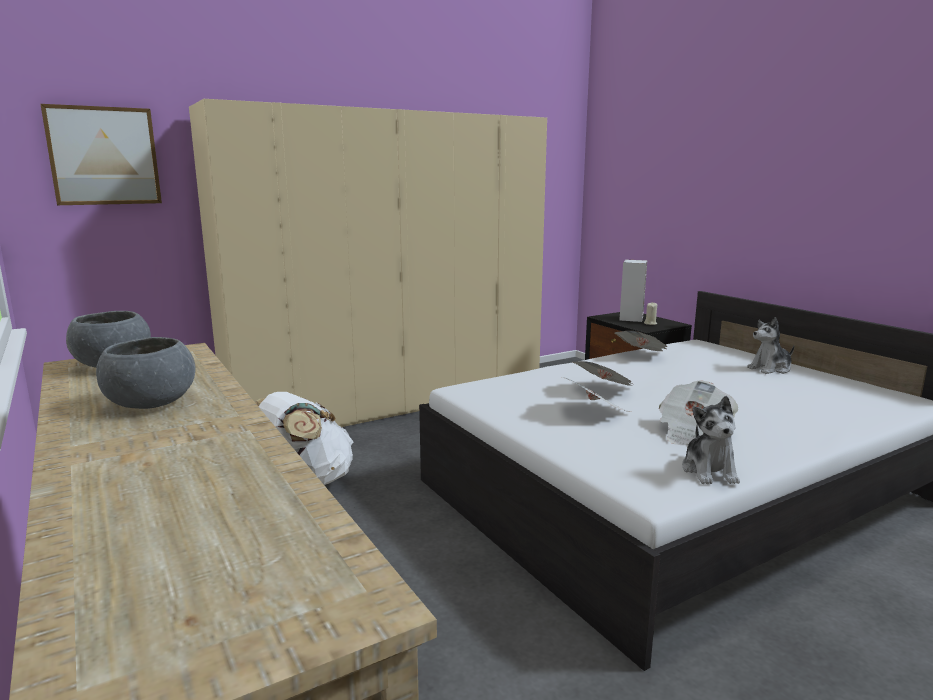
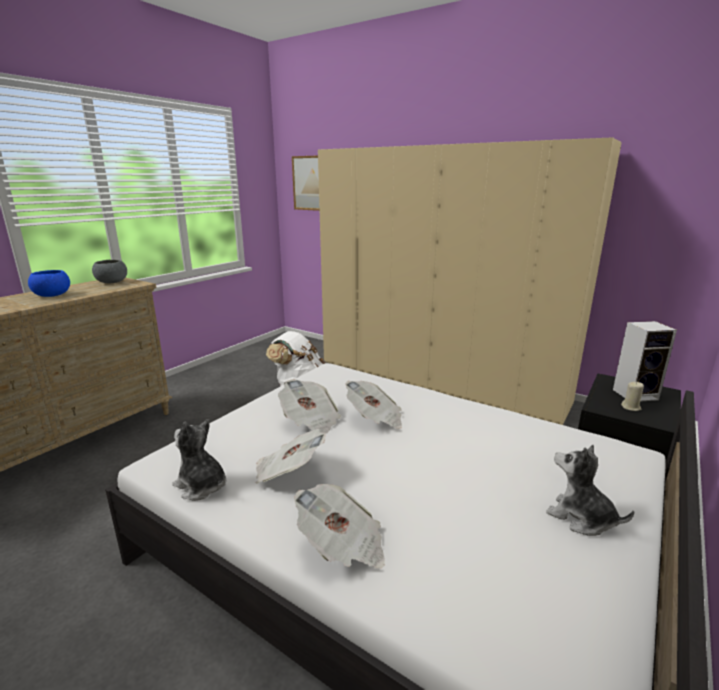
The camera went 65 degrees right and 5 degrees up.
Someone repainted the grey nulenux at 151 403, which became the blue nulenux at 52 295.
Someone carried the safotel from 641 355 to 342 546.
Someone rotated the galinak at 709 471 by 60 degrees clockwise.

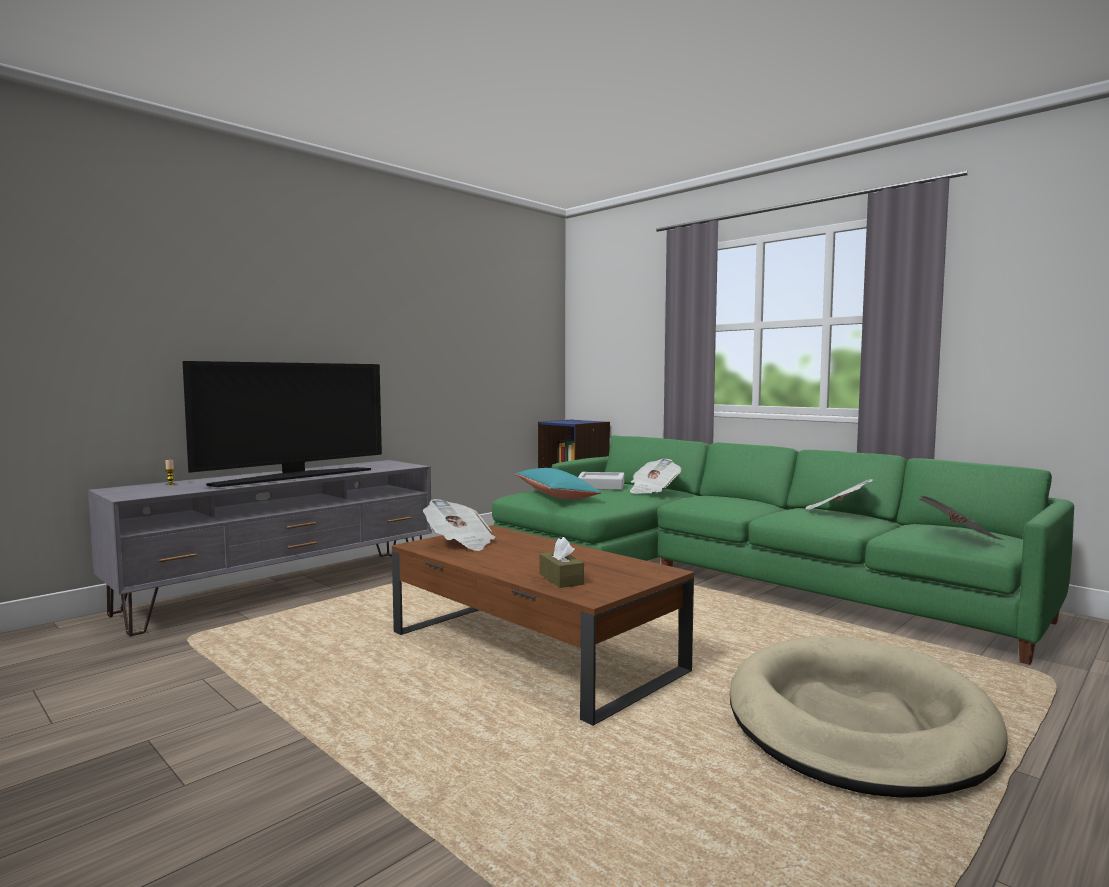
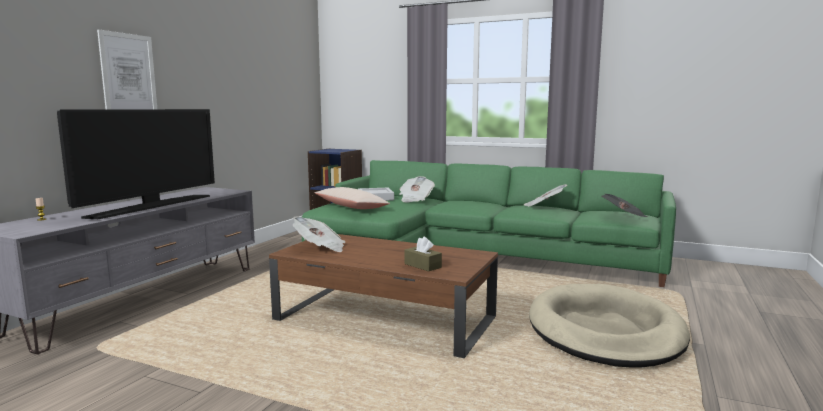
The camera went 20 degrees left and 5 degrees up.
Someone repainted the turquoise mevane at 556 495, which became the beige mevane at 351 207.
Someone put up the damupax at 128 75.

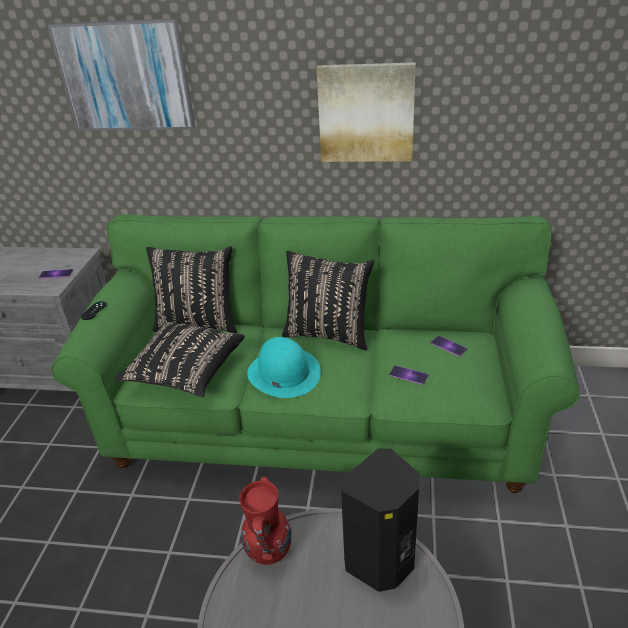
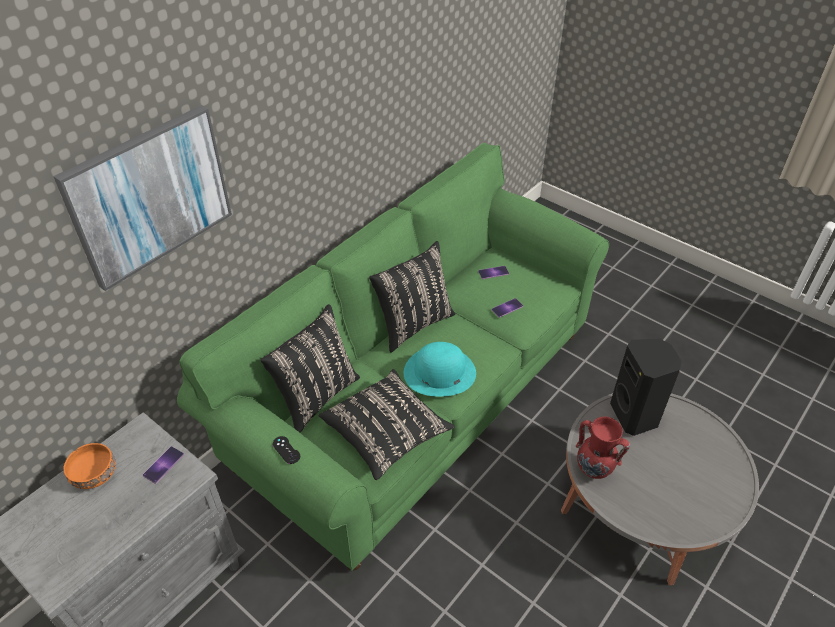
The camera went 60 degrees left and 10 degrees up.
Someone took away the damupax at 366 113.
Someone put down the orange nulenux at 94 475.

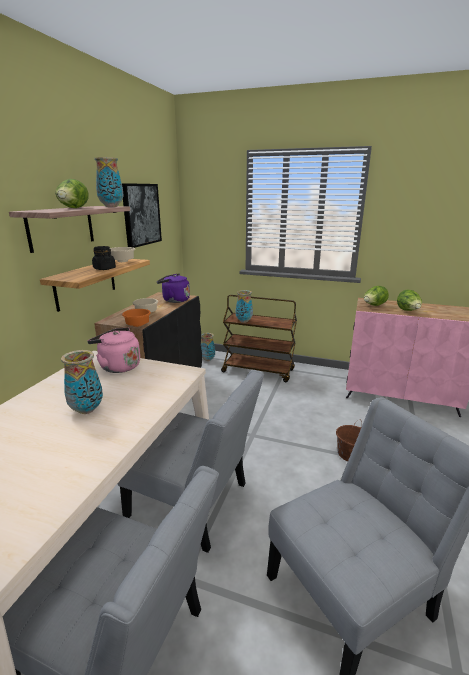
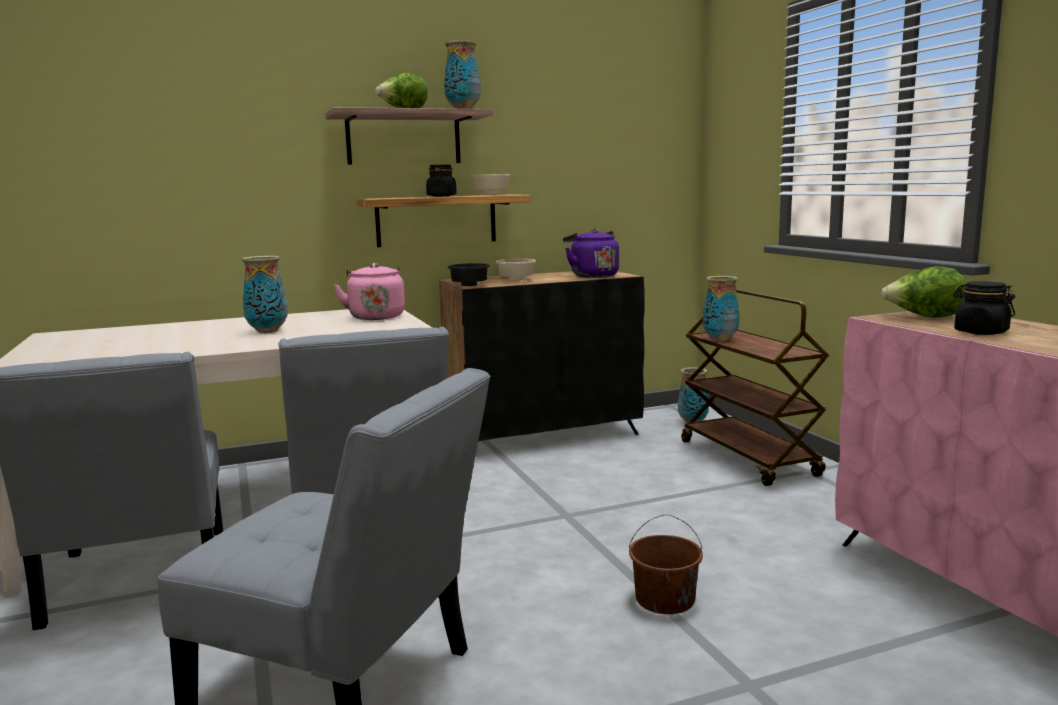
The camera went 50 degrees right and 10 degrees down.
Someone took away the damupax at 141 214.
Someone repainted the orange nulenux at 138 325, which became the black nulenux at 469 286.
Someone swapped the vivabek at 408 311 for the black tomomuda at 981 332.

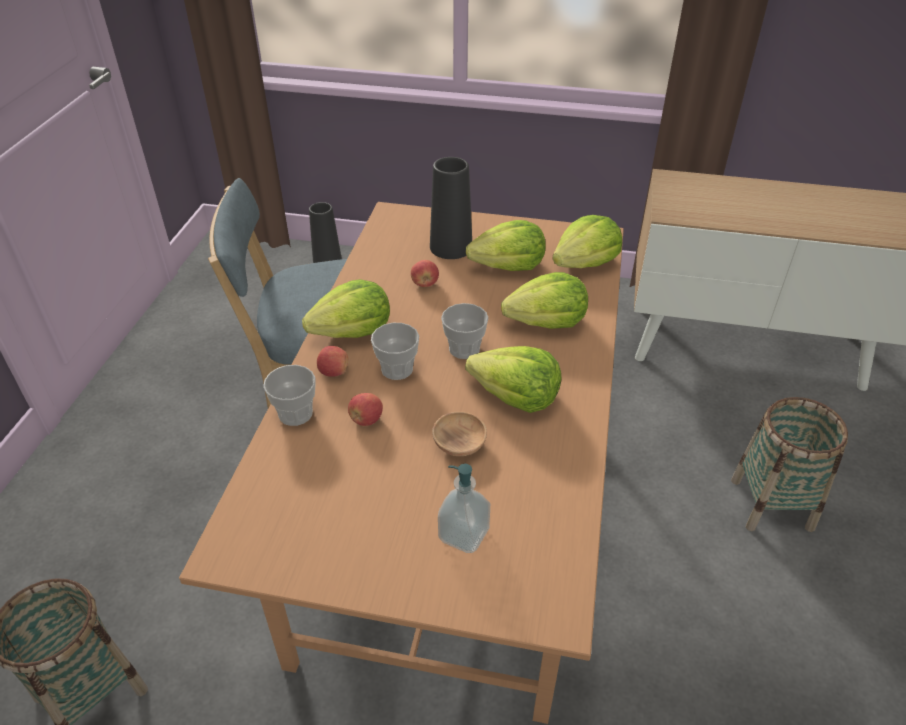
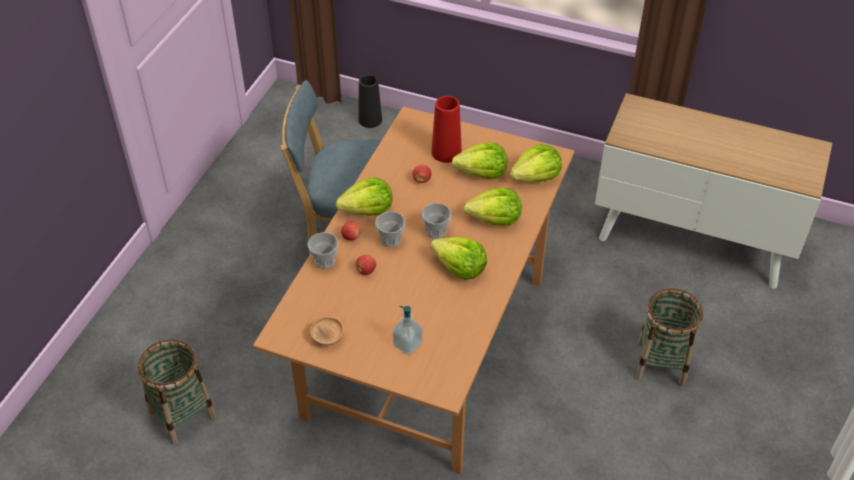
The camera went 10 degrees right and 5 degrees up.
Someone repainted the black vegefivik at 451 247, which became the red vegefivik at 446 152.
Someone carried the brown nulenux from 459 444 to 327 337.

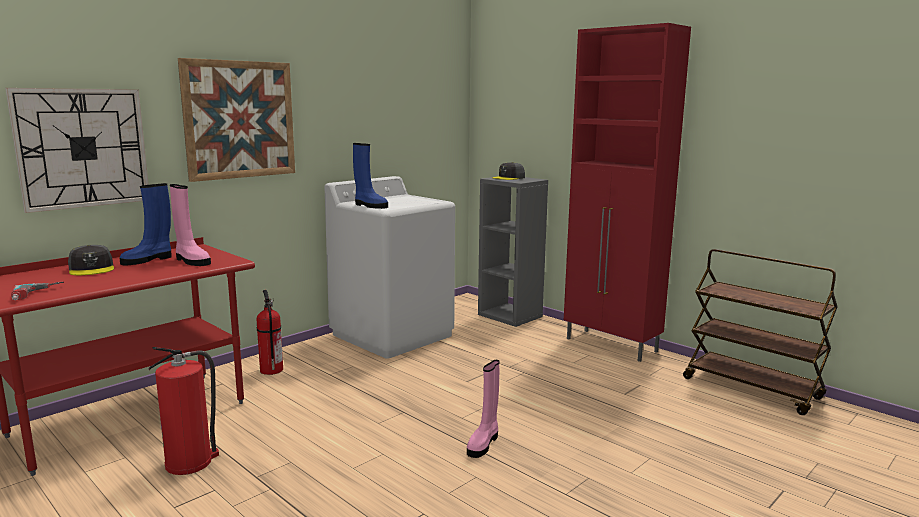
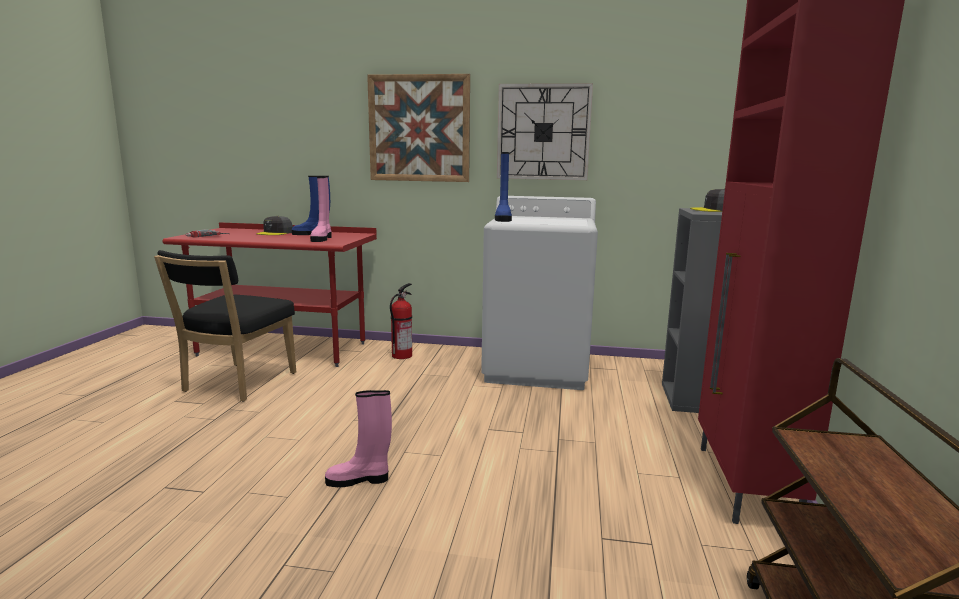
The camera went 55 degrees right and 0 degrees up.
Someone carried the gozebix from 82 148 to 543 132.
Someone swapped the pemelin at 190 462 for the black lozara at 236 384.

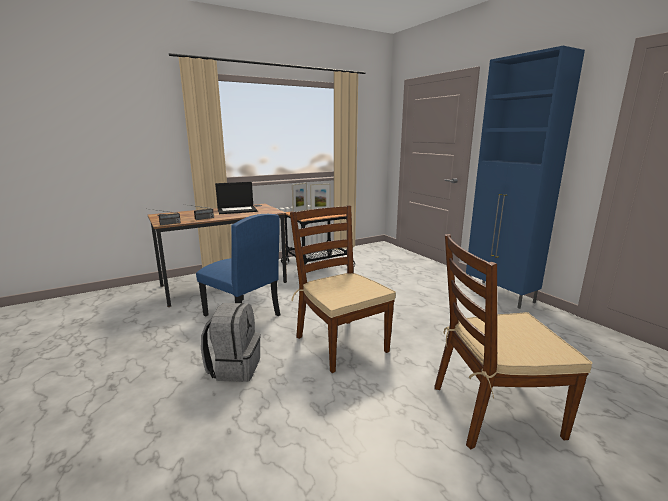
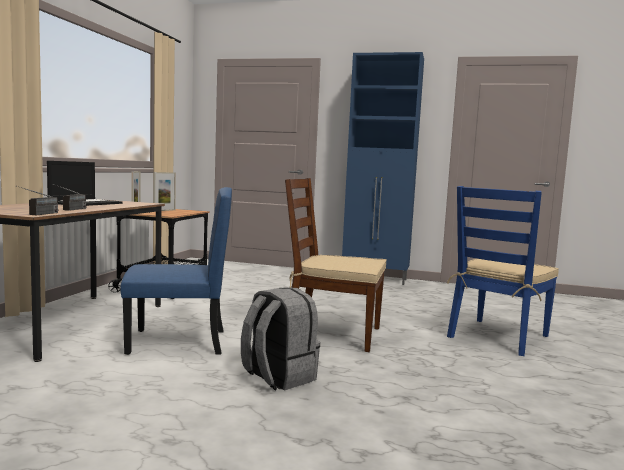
The camera went 45 degrees left and 10 degrees down.
Someone repainted the brown lozara at 493 411, which became the blue lozara at 498 336.

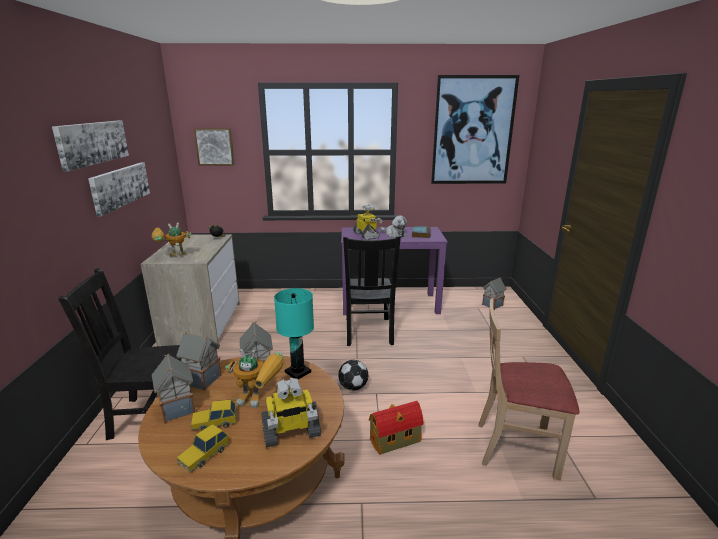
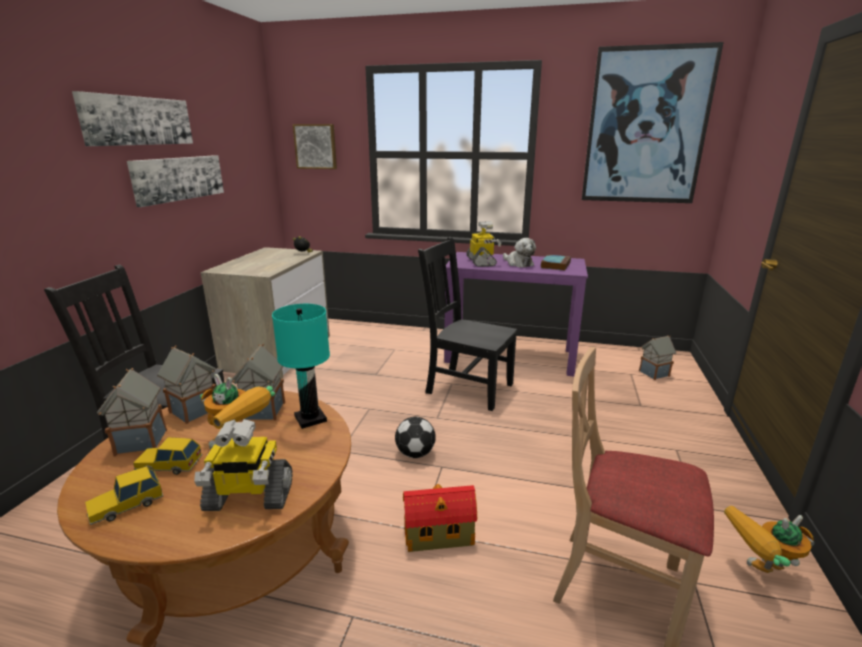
The camera went 15 degrees right and 0 degrees up.
Someone carried the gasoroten from 172 258 to 759 575.
Someone rotated the black lozara at 368 332 by 105 degrees clockwise.

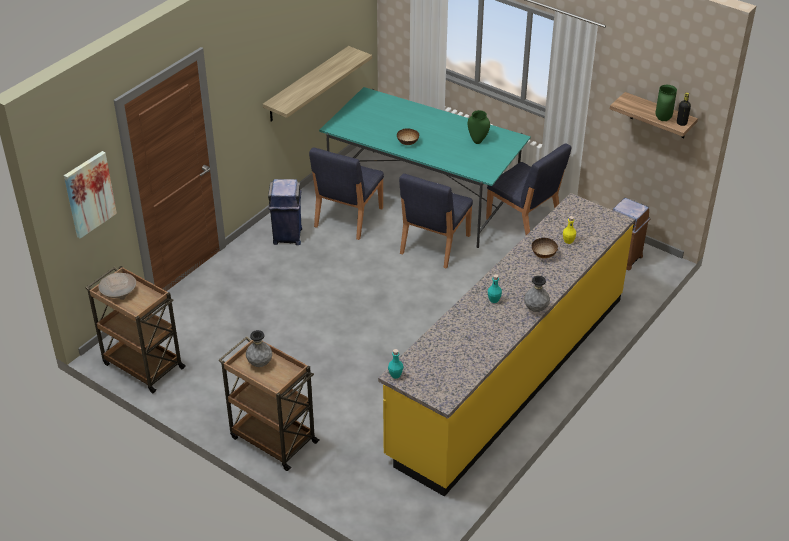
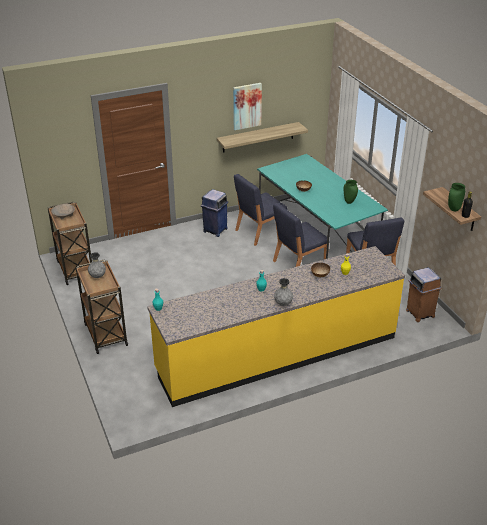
The camera went 30 degrees right and 5 degrees down.
Someone carried the damupax from 89 194 to 247 106.

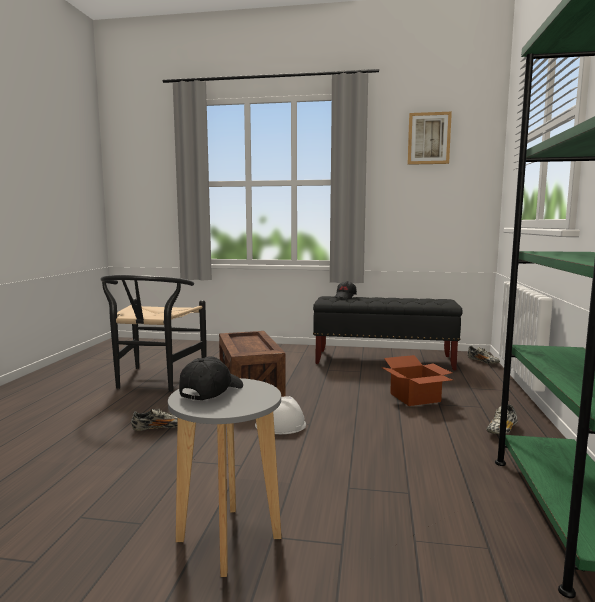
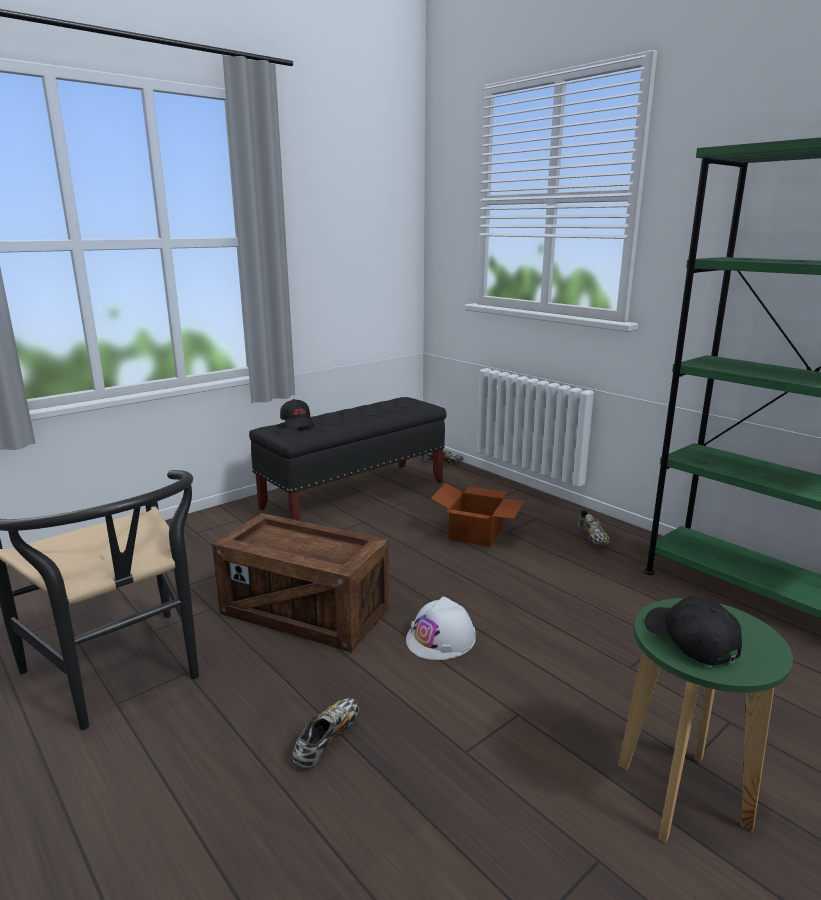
The camera went 50 degrees left and 10 degrees up.
Someone repainted the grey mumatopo at 228 540, which became the green mumatopo at 682 796.
Someone took away the damupax at 428 138.

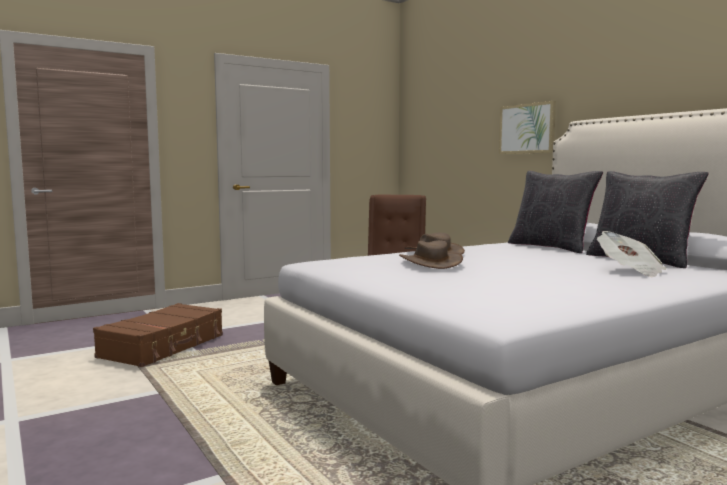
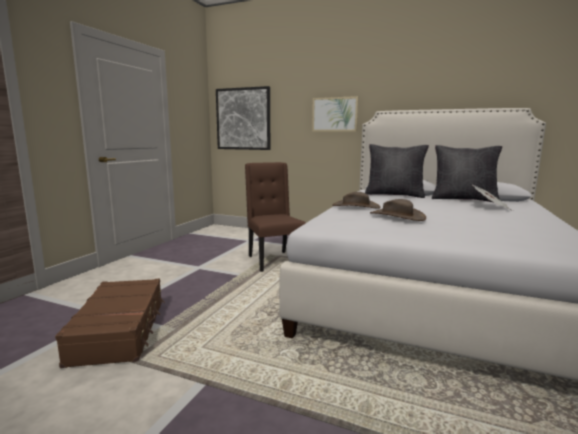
The camera went 35 degrees left and 5 degrees up.
Someone put up the damupax at 243 119.

